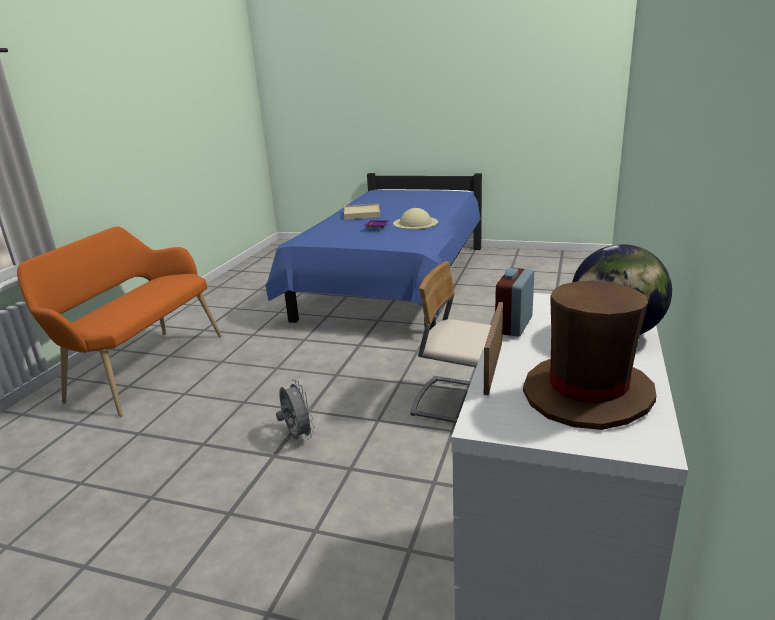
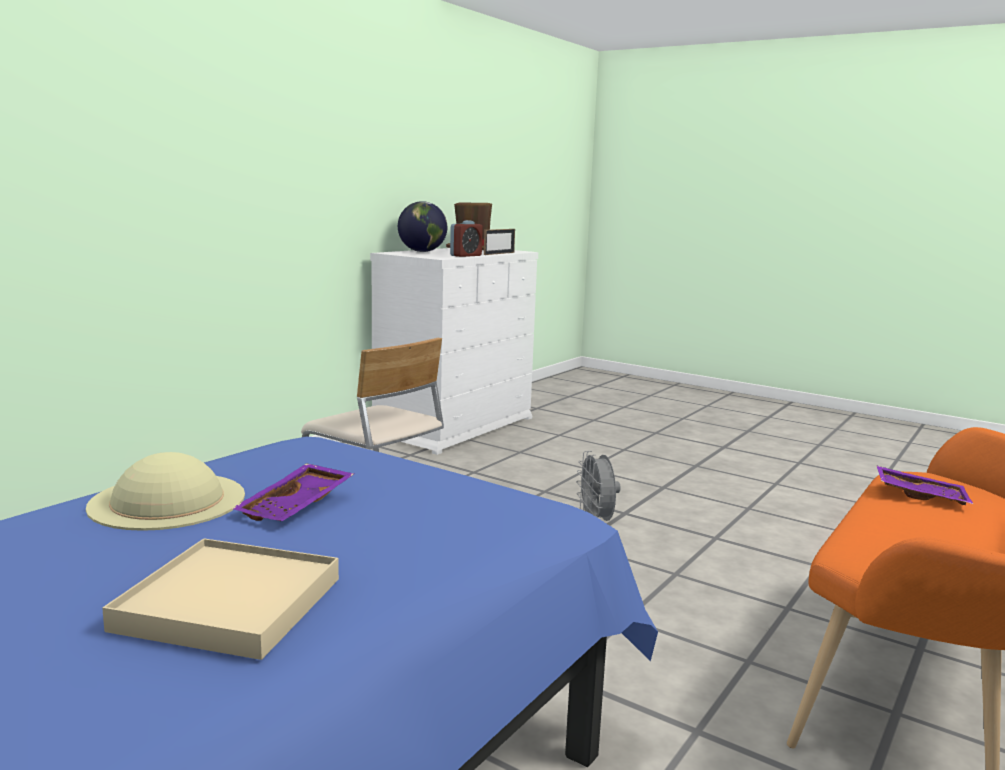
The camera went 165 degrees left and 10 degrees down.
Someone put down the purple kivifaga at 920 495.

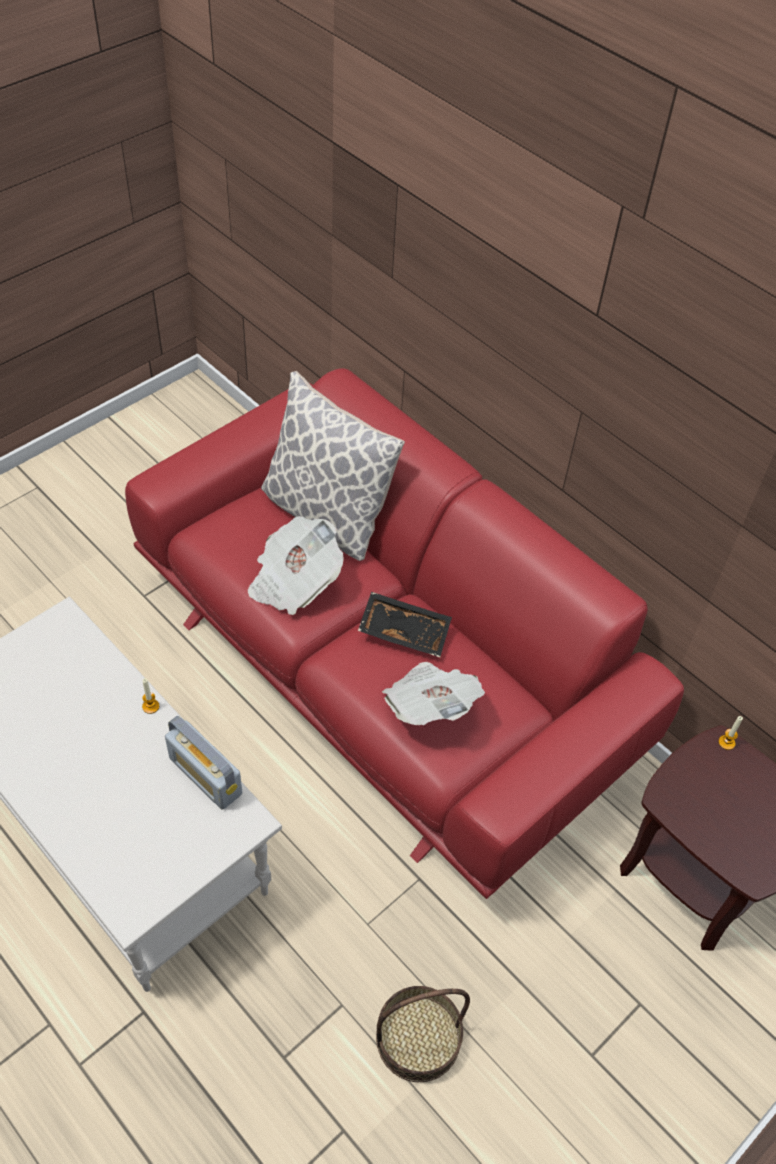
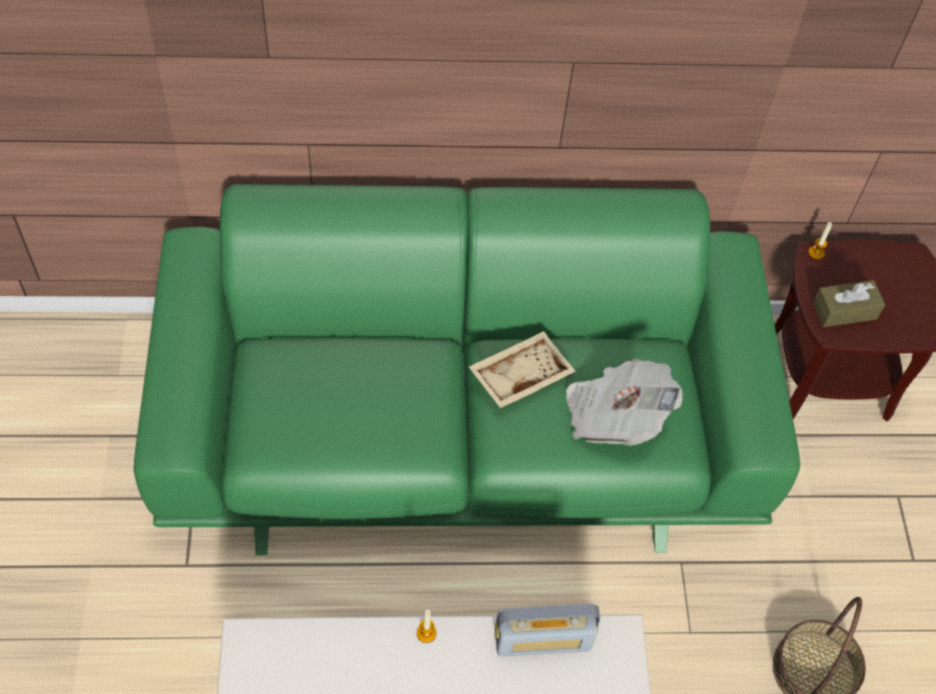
The camera went 50 degrees left and 5 degrees up.
Someone repainted the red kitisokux at 384 670, which became the green kitisokux at 462 431.
Someone took away the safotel at 294 581.
Someone took away the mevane at 326 513.
Someone repainted the black kivifaga at 405 630, which became the beige kivifaga at 520 375.
Someone put down the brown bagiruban at 844 310.

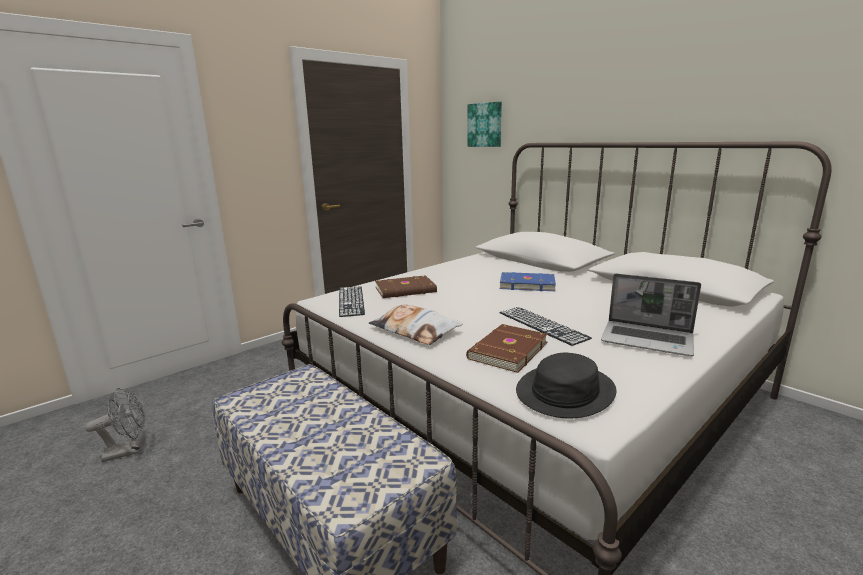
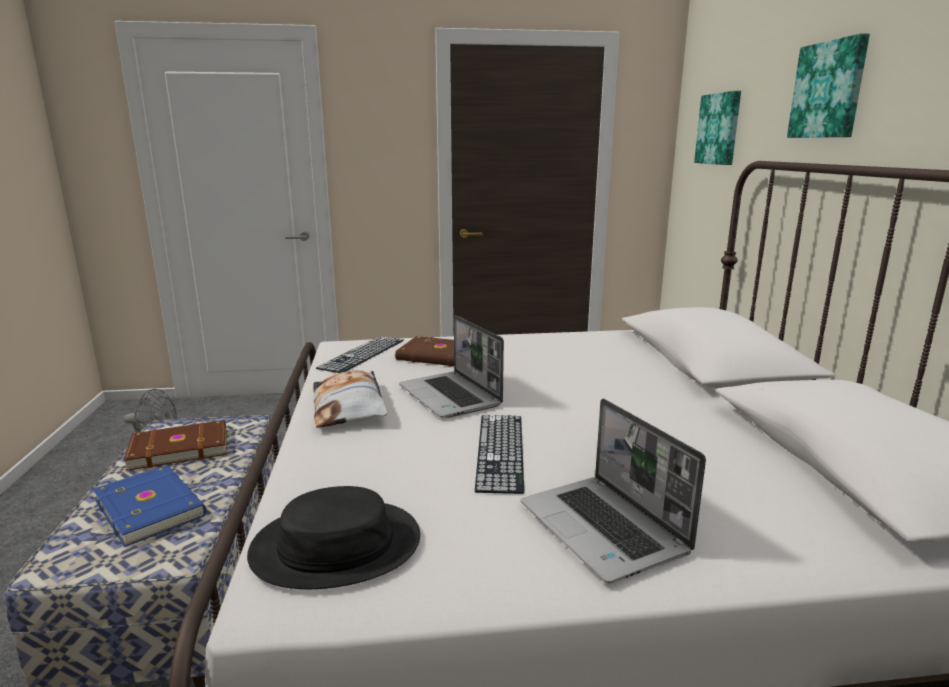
The camera went 35 degrees right and 0 degrees up.
Someone carried the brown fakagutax from 506 350 to 178 448.
Someone carried the blue fakagutax from 526 284 to 152 507.
Someone put down the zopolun at 451 396.
Someone put up the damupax at 829 90.

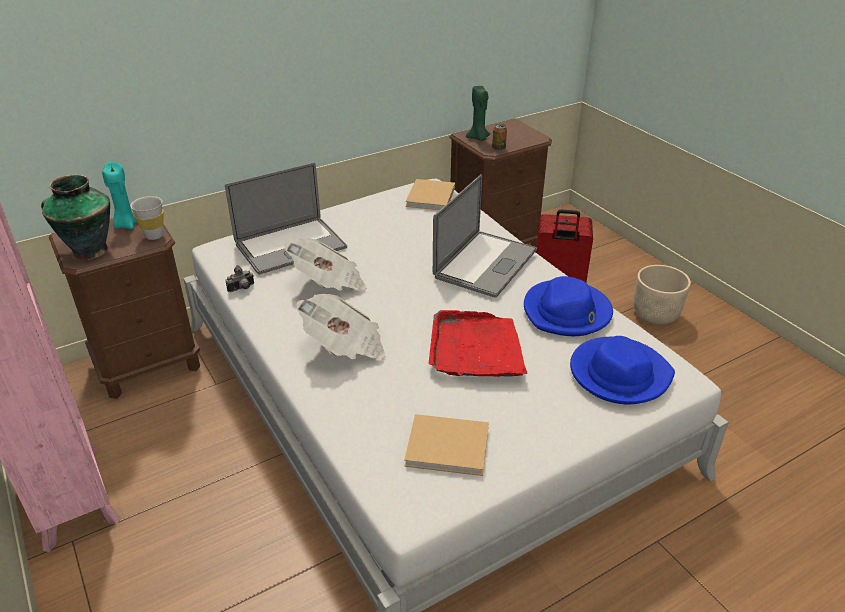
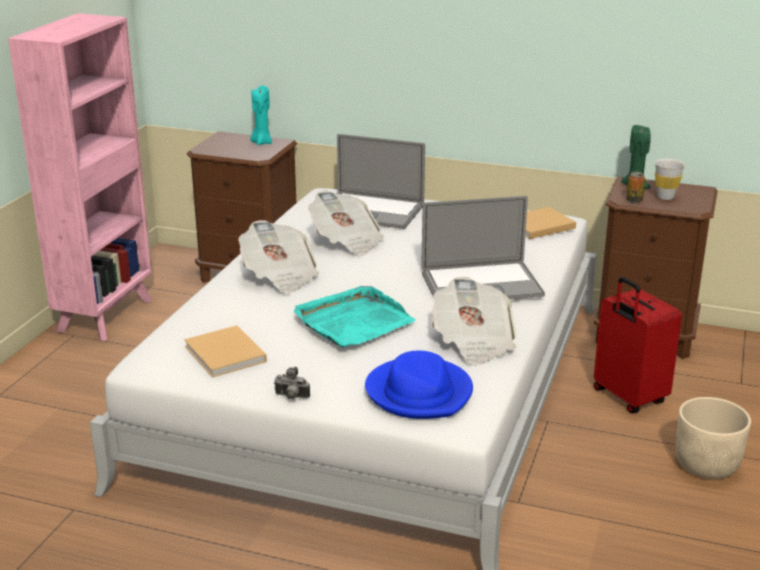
The camera went 50 degrees right and 10 degrees down.
Someone took away the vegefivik at 88 250.
Someone carried the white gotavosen from 154 236 to 665 197.
Someone carried the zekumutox from 242 289 to 291 397.
Someone repainted the red kivifaga at 475 349, which became the turquoise kivifaga at 353 321.
Someone swapped the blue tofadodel at 567 312 for the safotel at 473 343.

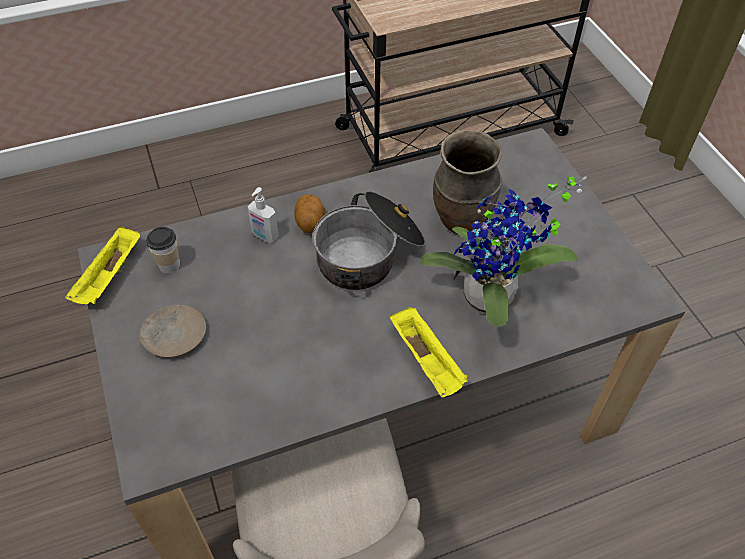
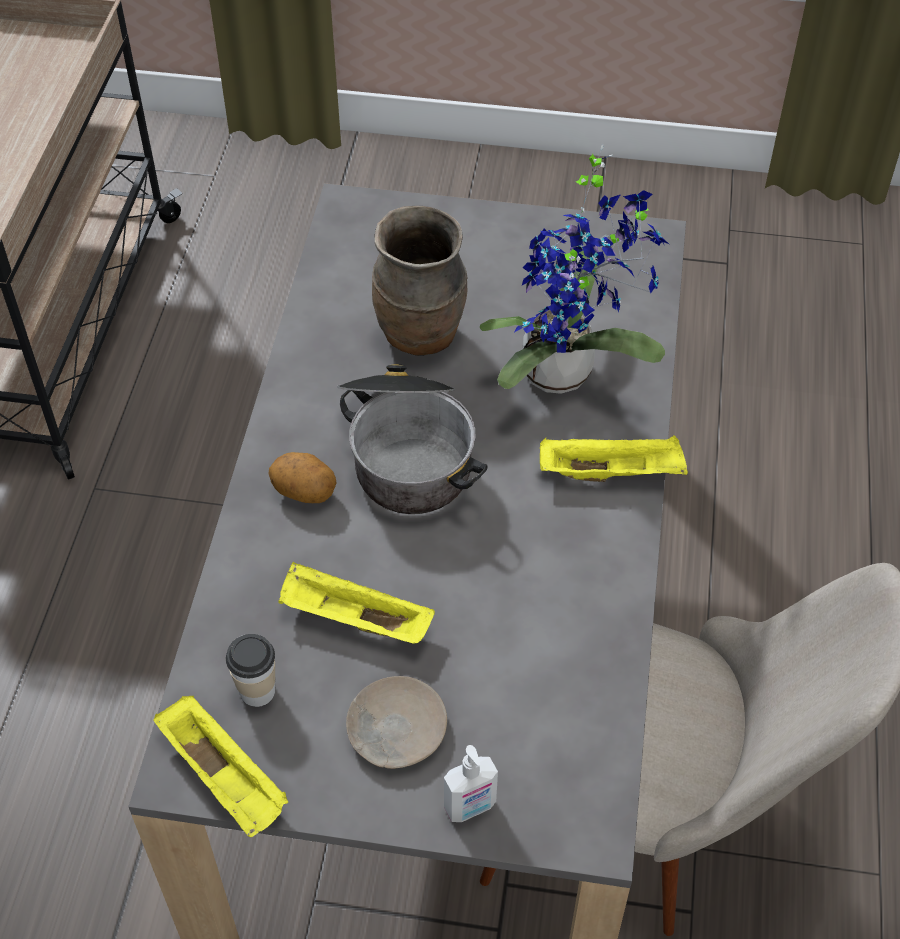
The camera went 60 degrees left and 0 degrees up.
Someone carried the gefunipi from 264 236 to 470 807.
Someone put down the yellow kivifaga at 353 620.

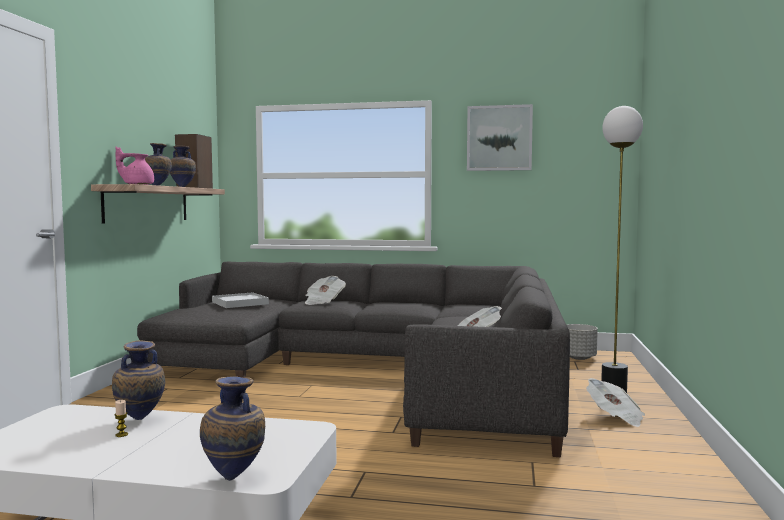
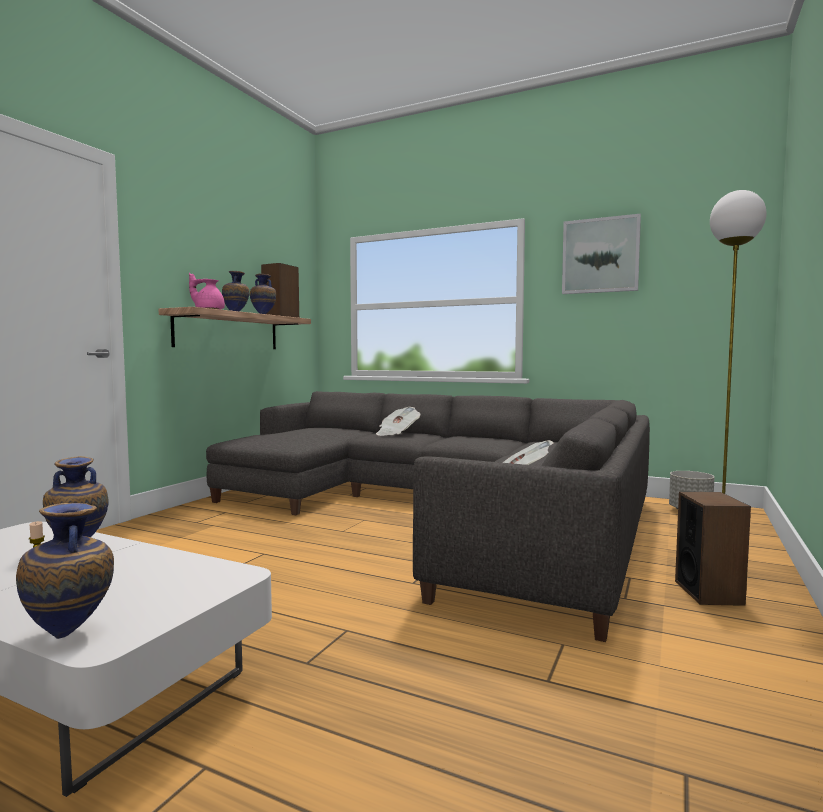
The camera went 15 degrees right and 0 degrees up.
Someone took away the white kivifaga at 240 303.
Someone swapped the safotel at 615 417 for the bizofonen at 708 592.

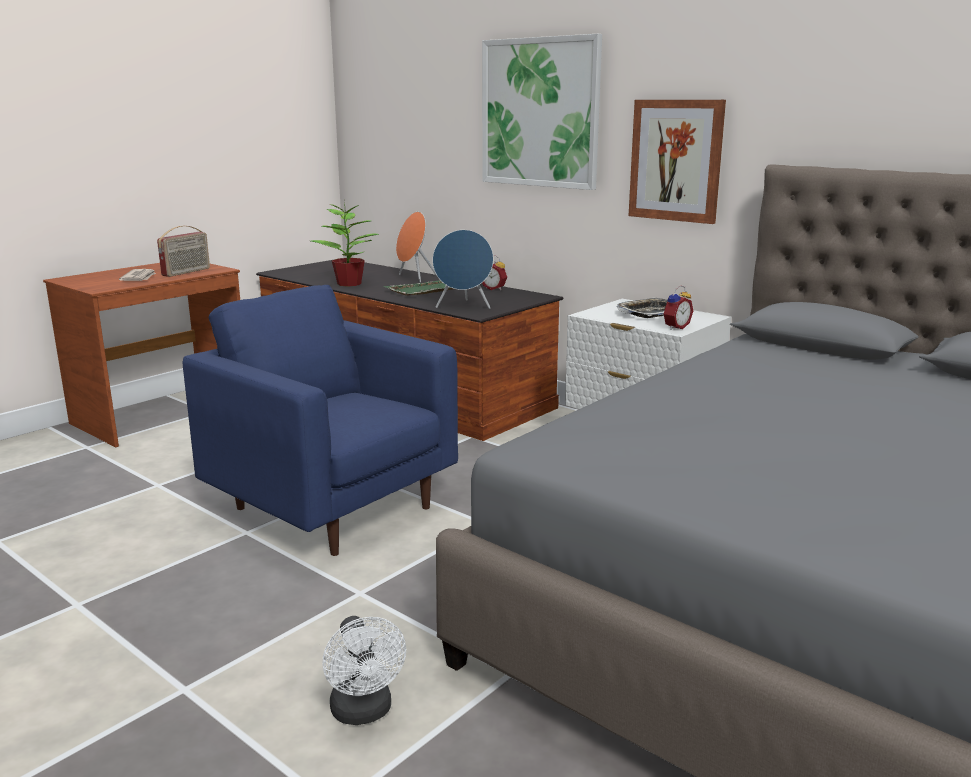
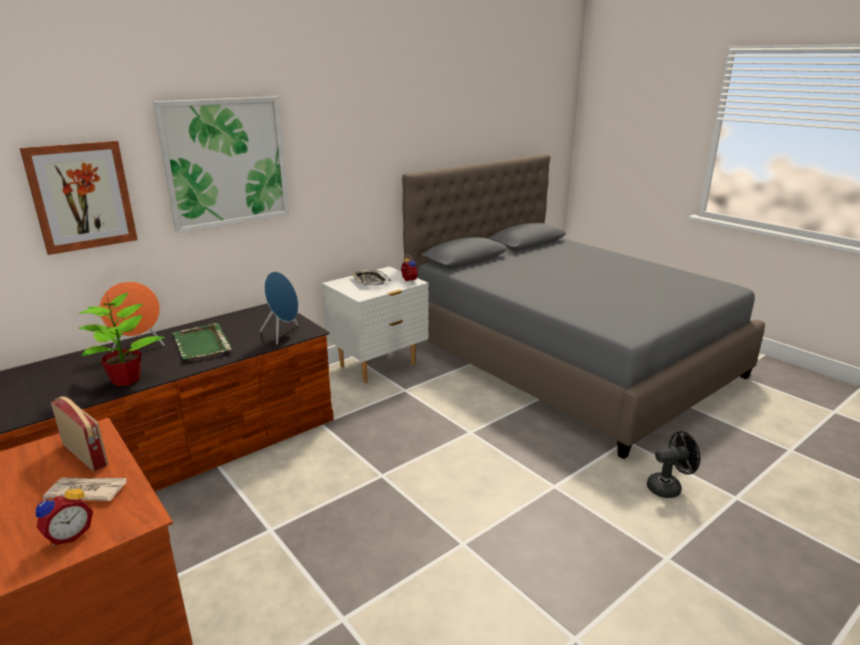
The camera went 80 degrees left and 5 degrees up.
Someone took away the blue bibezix at 332 507.
Someone repainted the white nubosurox at 364 712, which became the black nubosurox at 668 487.
Someone carried the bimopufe from 494 289 to 69 535.
Someone carried the damupax from 676 160 to 82 196.

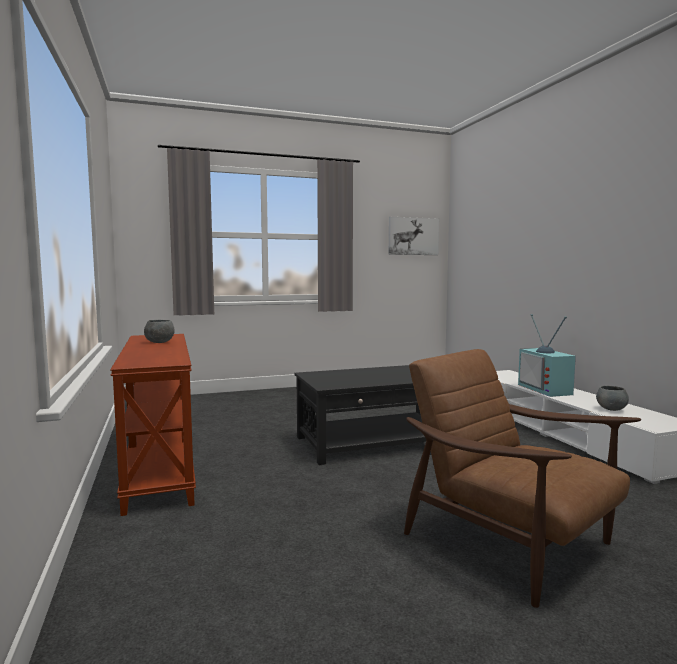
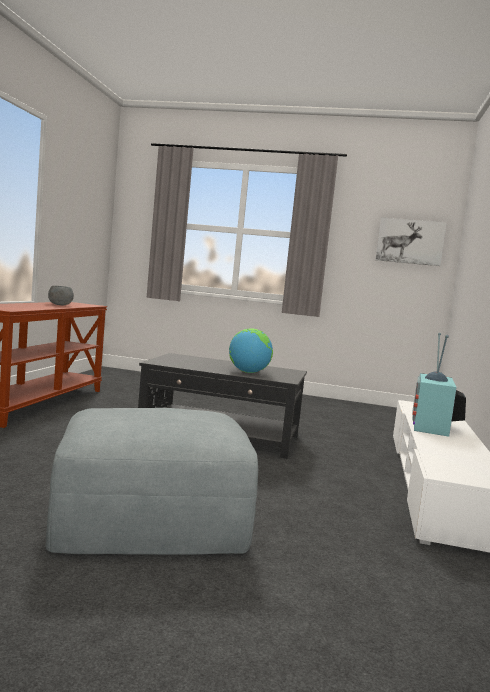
The camera went 30 degrees right and 0 degrees up.
Someone swapped the brown bibezix at 510 542 for the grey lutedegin at 151 517.
Someone took away the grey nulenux at 611 409.
Someone put down the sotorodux at 248 372.

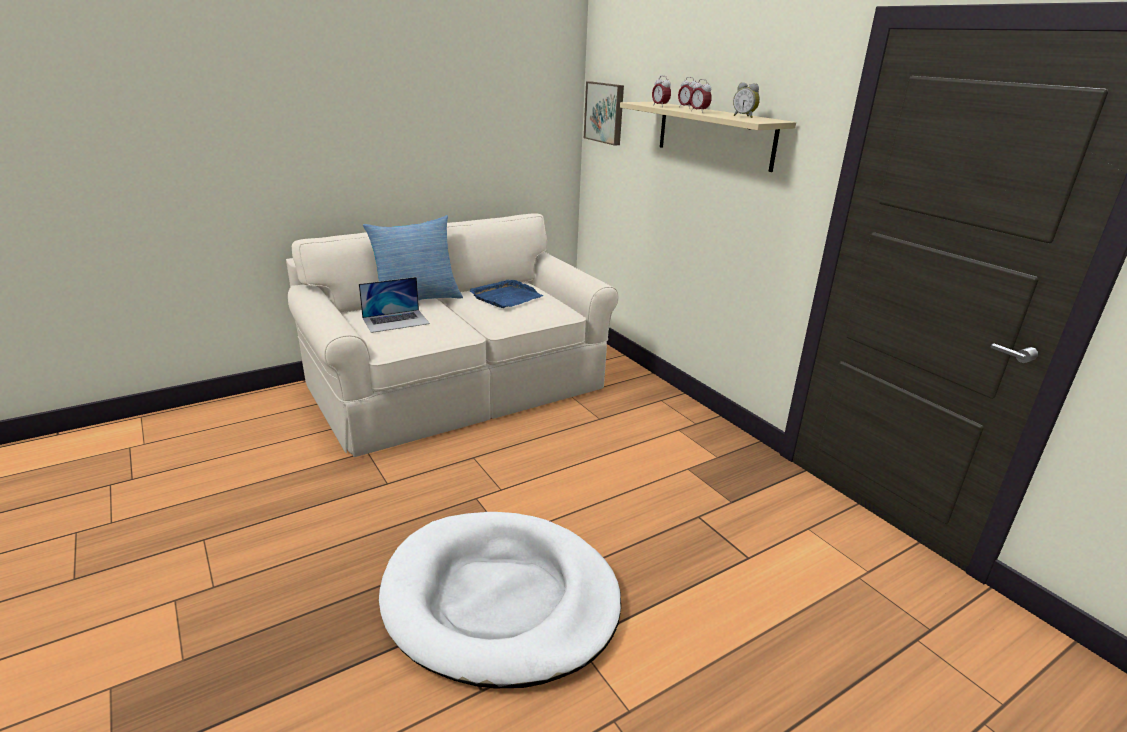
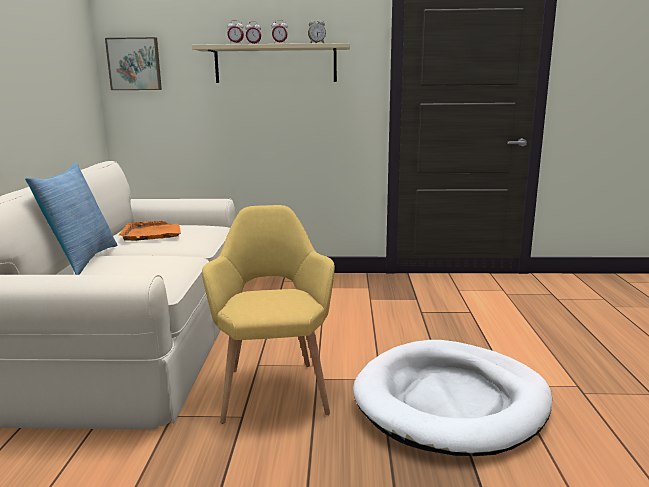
The camera went 55 degrees left and 10 degrees down.
Someone took away the zopolun at 396 321.
Someone repainted the blue kivifaga at 505 297, which became the orange kivifaga at 152 233.
Someone put down the yellow bibezix at 273 387.

